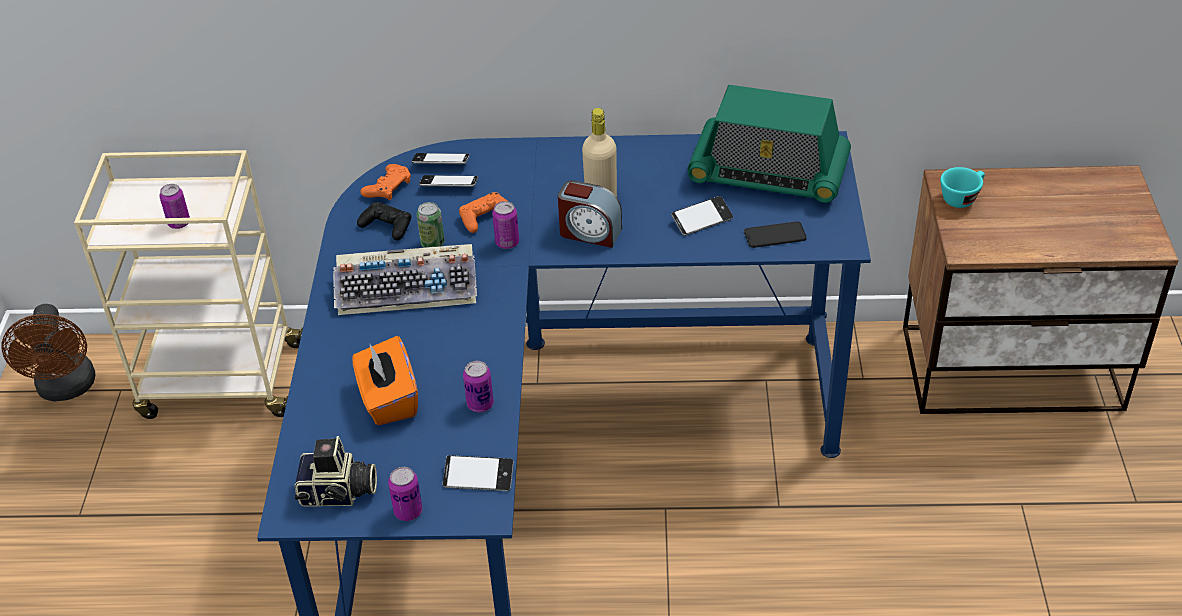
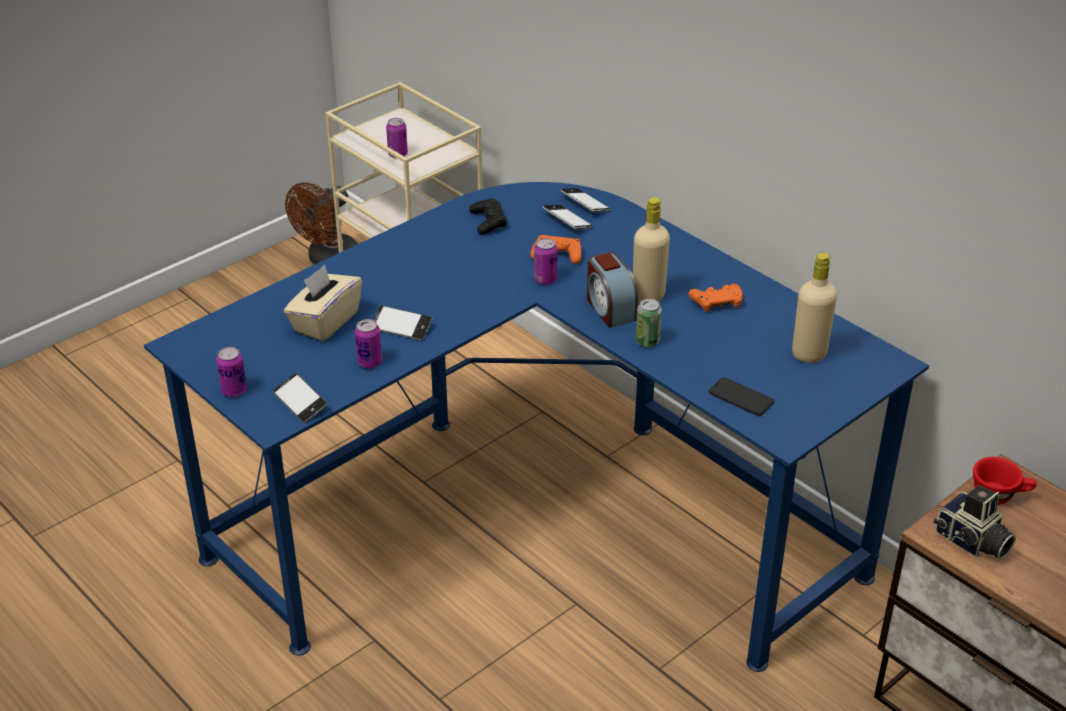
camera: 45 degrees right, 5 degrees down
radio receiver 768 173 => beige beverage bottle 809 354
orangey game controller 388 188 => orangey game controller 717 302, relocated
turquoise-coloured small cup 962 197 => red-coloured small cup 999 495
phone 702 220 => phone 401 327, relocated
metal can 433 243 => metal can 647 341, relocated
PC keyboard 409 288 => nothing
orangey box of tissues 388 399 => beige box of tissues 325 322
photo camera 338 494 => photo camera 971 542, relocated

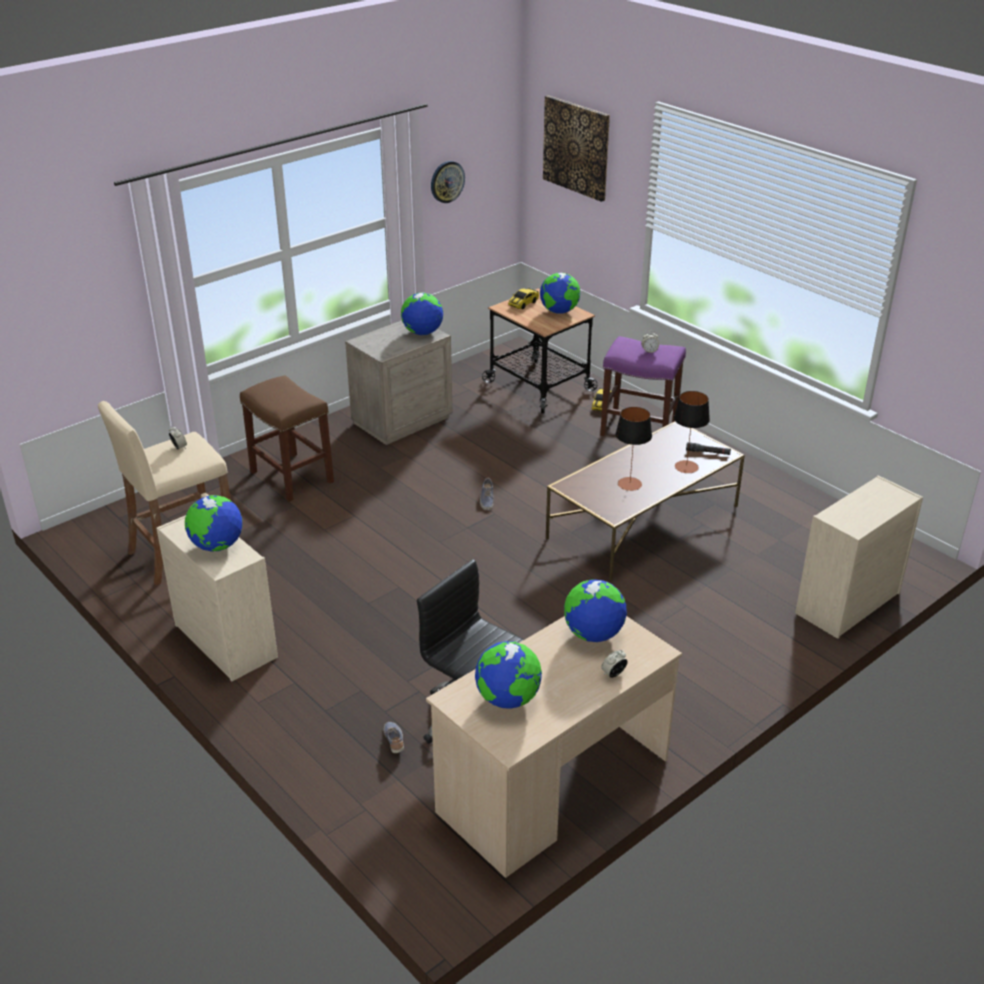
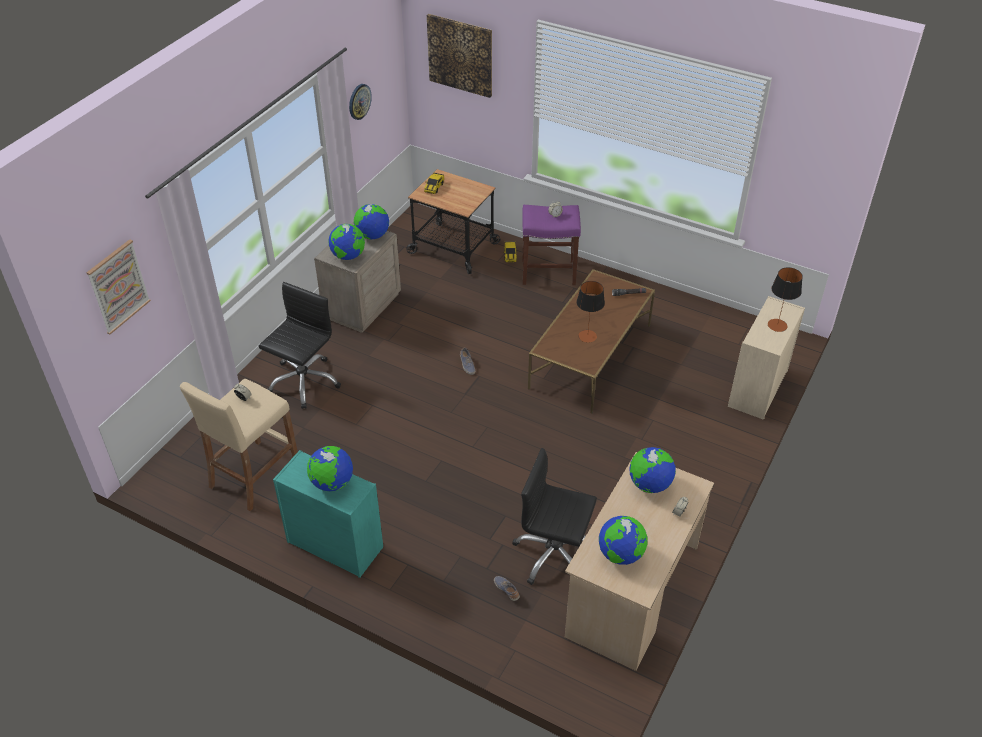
camera: 20 degrees left, 10 degrees up
world globe 559 311 => world globe 348 256, relocated
brownish stool 293 477 => black-coloured desk chair 303 382
lamp for a table 686 467 => lamp for a table 777 325, relocated
beige dresser 224 640 => turquoise-coloured dresser 334 544
nothing => picture 118 286

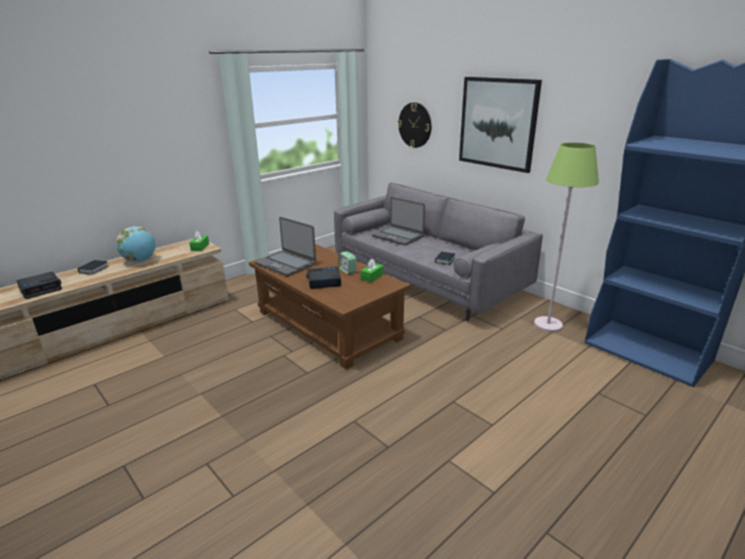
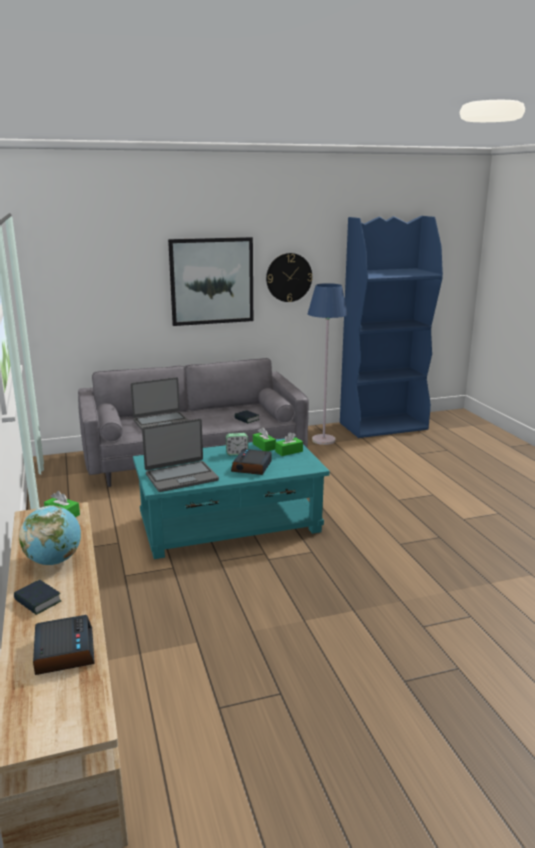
camera: 65 degrees left, 5 degrees down
wall clock 415 125 => wall clock 289 277, relocated
greenish standard lamp 547 325 => blue standard lamp 323 440
brownish coffee table 328 325 => turquoise-coloured coffee table 230 524
nothing => greenish box of tissues 289 451

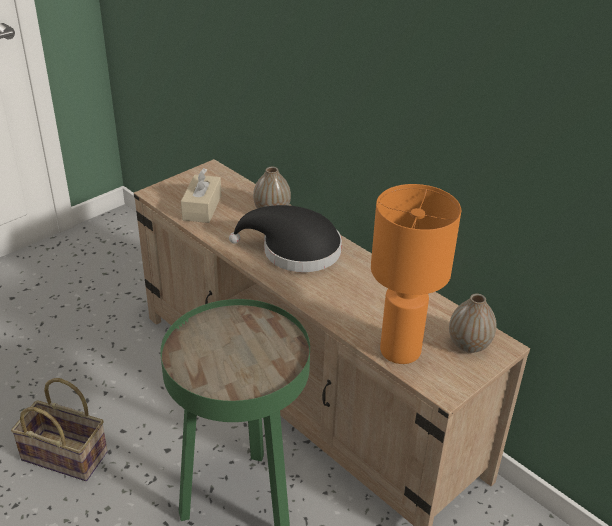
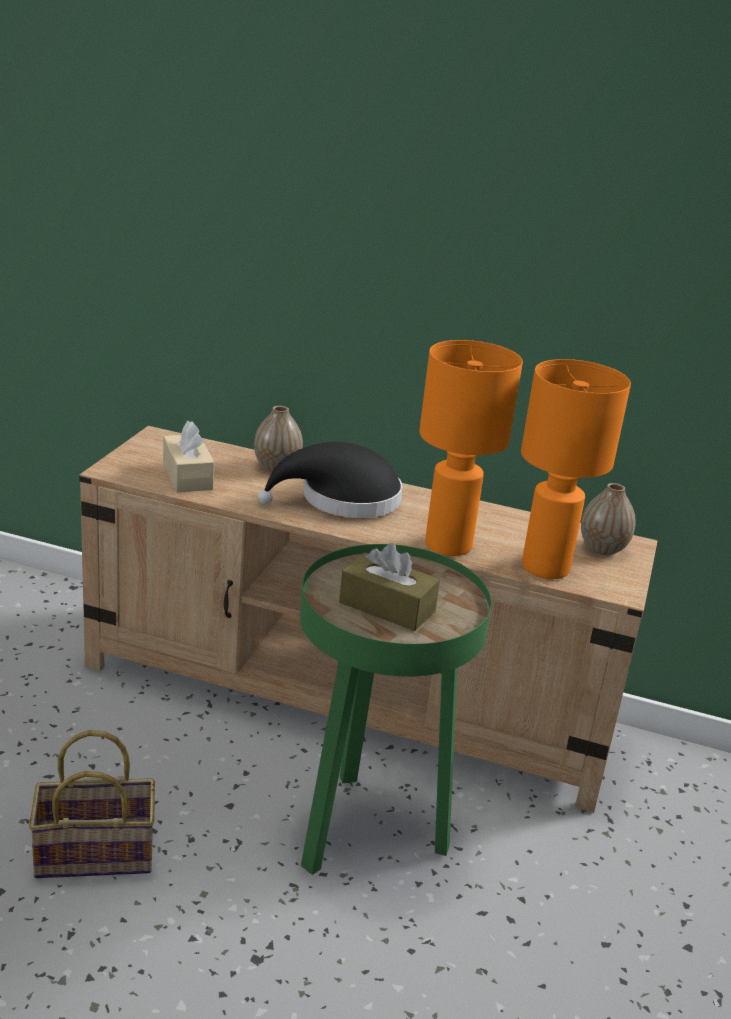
camera: 30 degrees left, 10 degrees down
nothing => orangey lamp for a table 447 545
nothing => brownish box of tissues 387 607

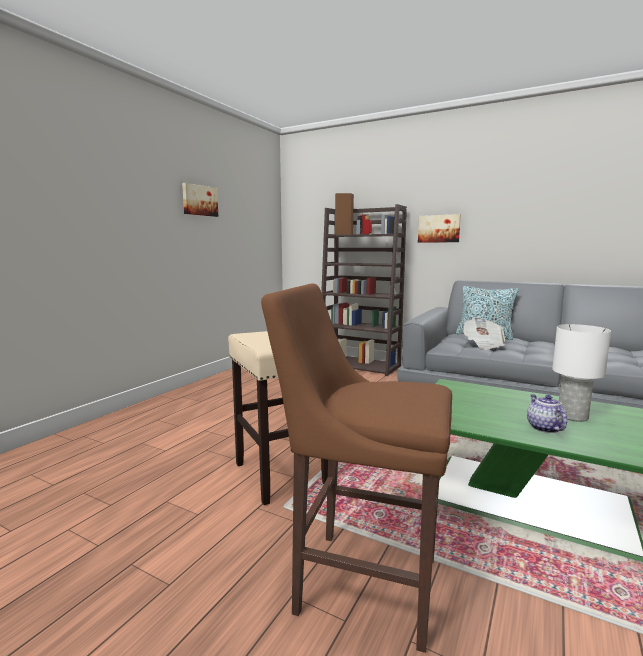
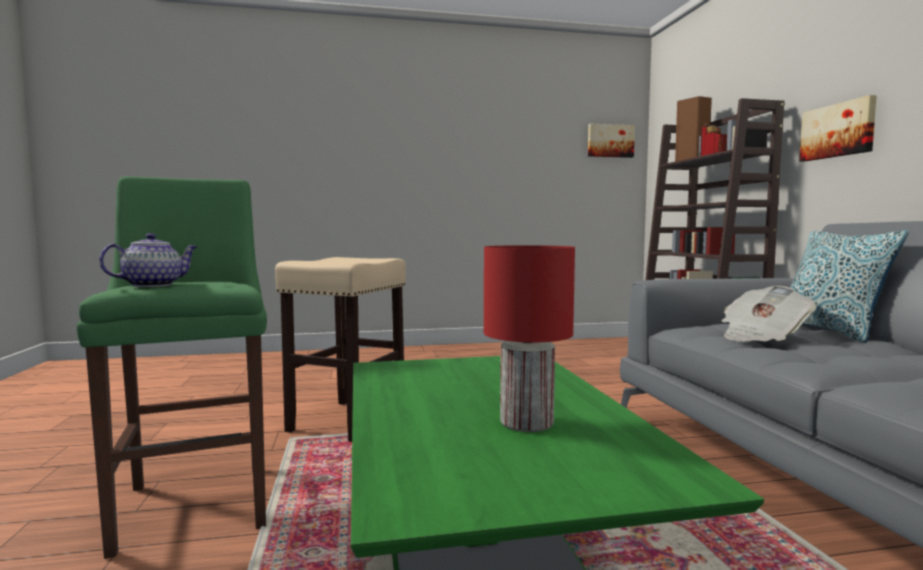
camera: 50 degrees right, 5 degrees down
picture 199 200 => picture 610 141, relocated
brownish stool 360 581 => greenish stool 197 501
whitish lamp for a table 573 416 => red-coloured lamp for a table 526 423
teapot 544 428 => teapot 154 285, relocated

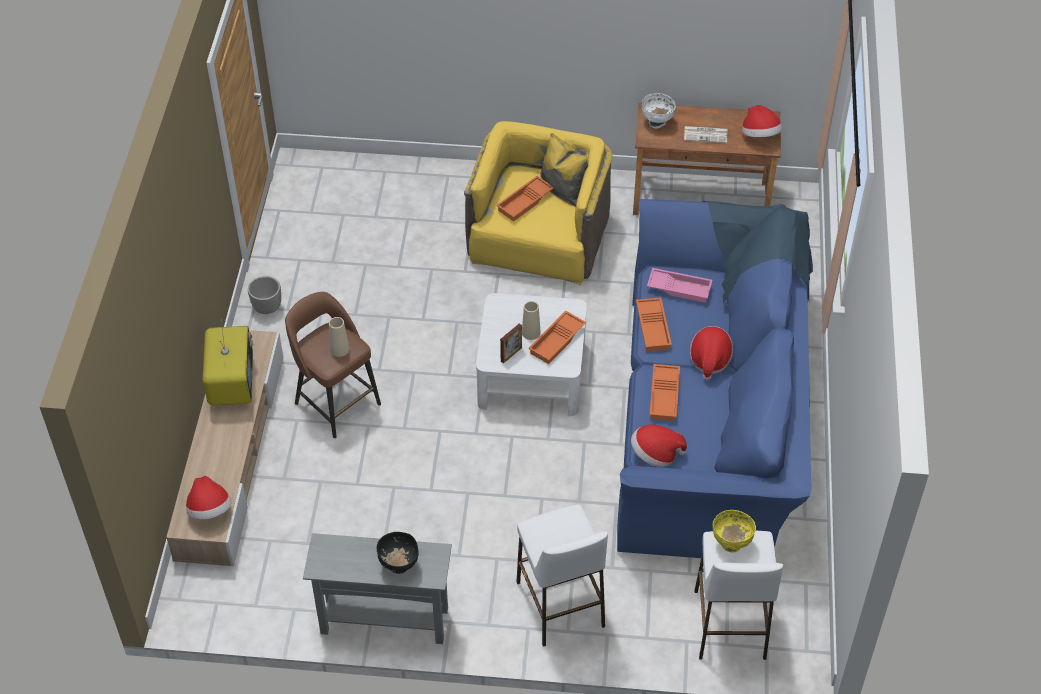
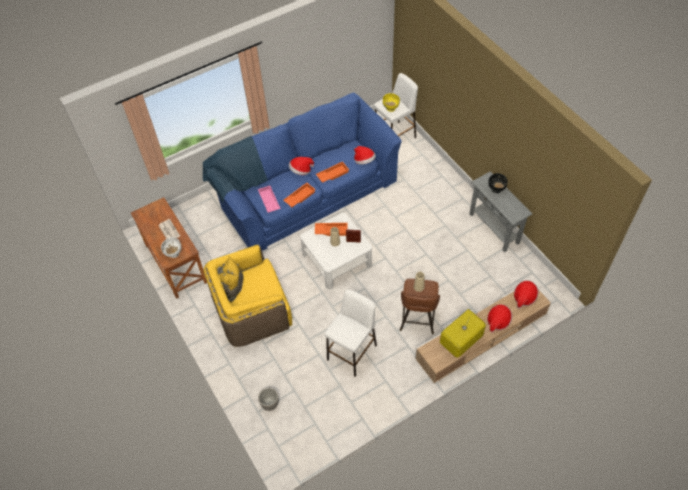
camera: 125 degrees left, 5 degrees up
hat 760 135 => hat 498 321, relocated
orangey serving tray 525 202 => nothing
flower pot 267 307 => flower pot 269 404, relocated
whitish stool 560 605 => whitish stool 352 352, relocated

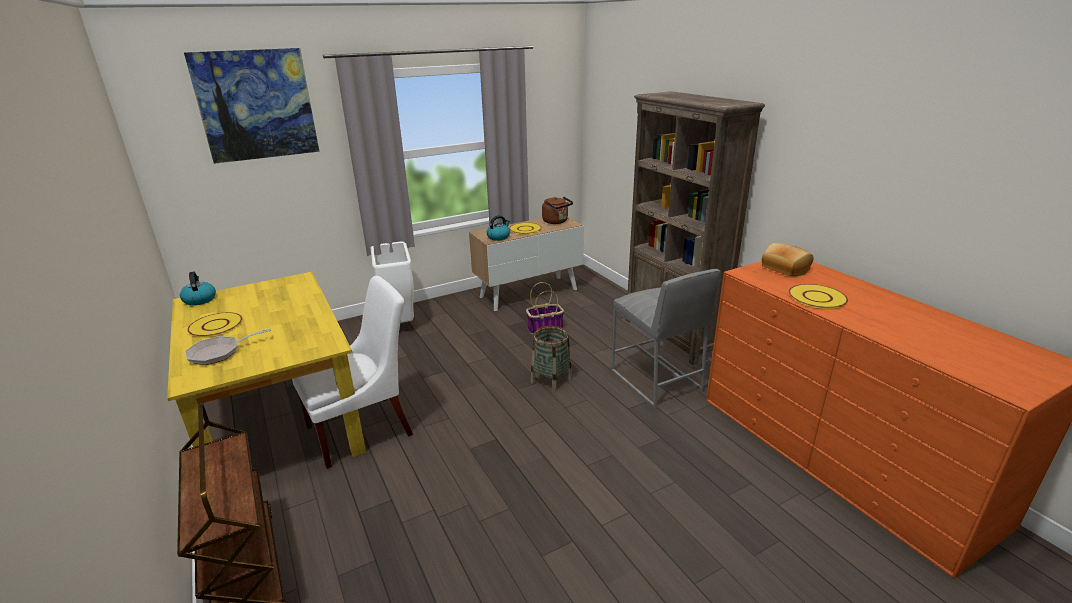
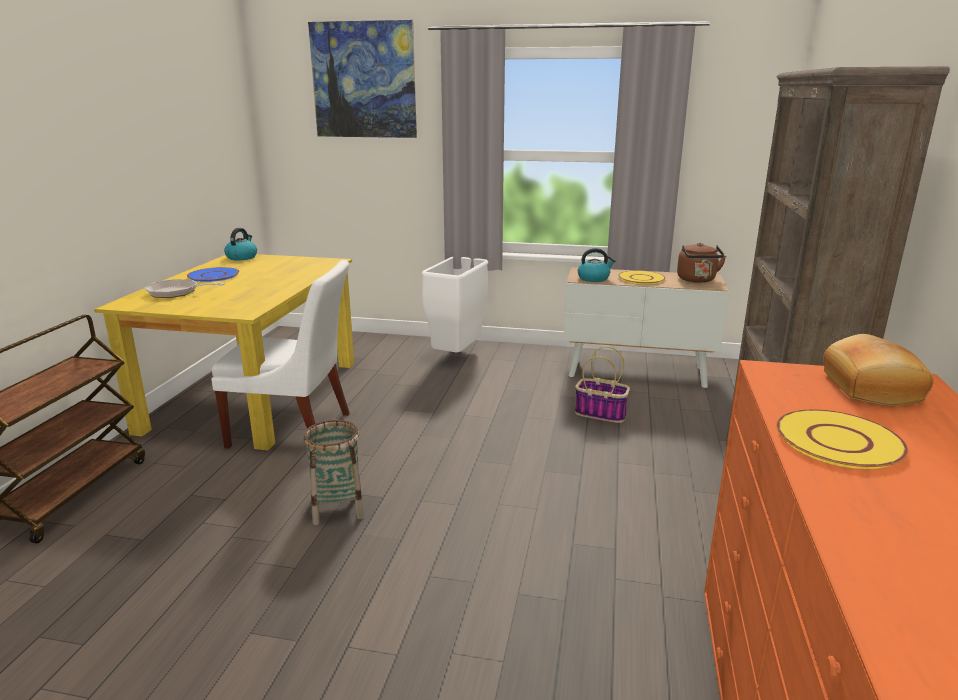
camera: 40 degrees right, 5 degrees down
grey stool 656 381 => nothing
yellow-coloured flat dish 216 326 => blue flat dish 213 275
storage basket 551 380 => storage basket 337 508, relocated

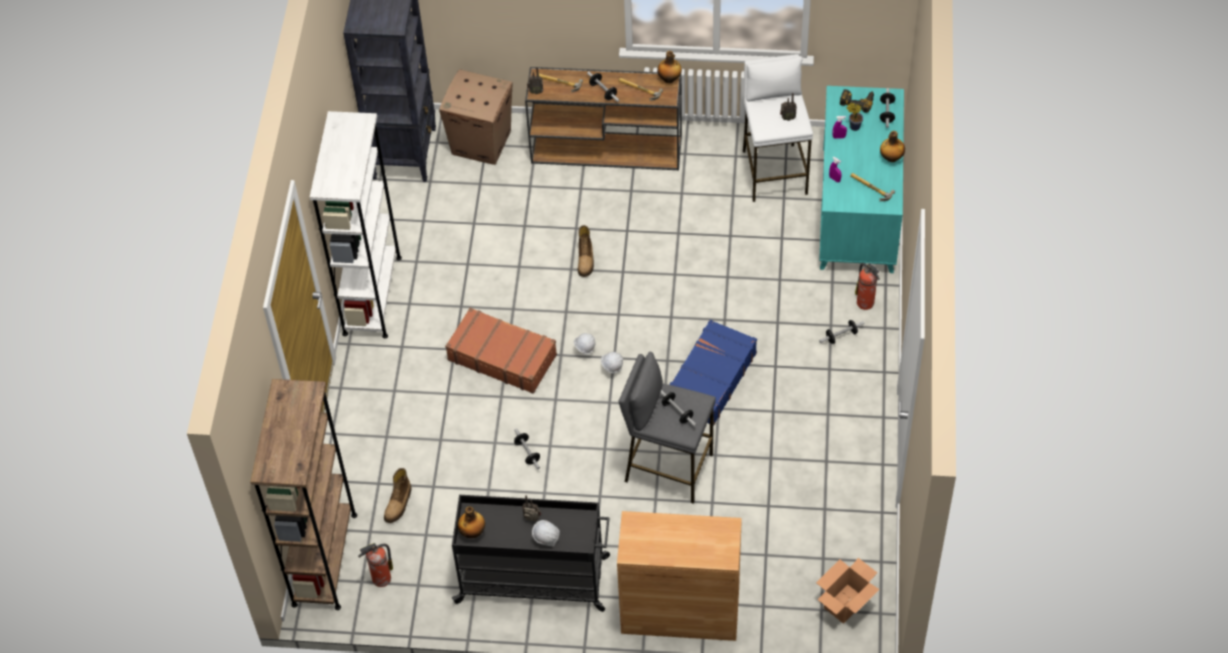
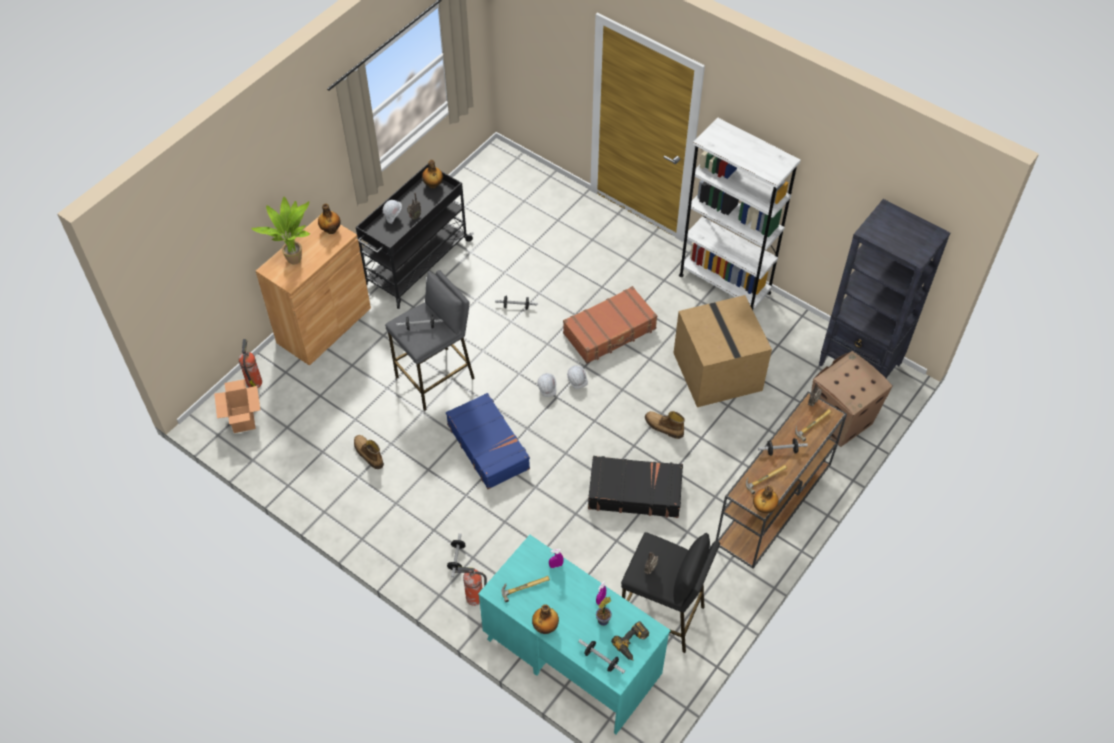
camera: 120 degrees right, 0 degrees up
whitish stool 774 172 => black-coloured stool 662 617
brownish bookcase 324 559 => nothing
high-top boot 399 504 => high-top boot 368 454, relocated
fire-fighting cylinder 380 579 => fire-fighting cylinder 254 382, relocated
nothing => potted plant 294 258
nothing => beverage bottle 331 230
nothing => cardboard box 719 372
nothing => black-coloured travel case 634 492

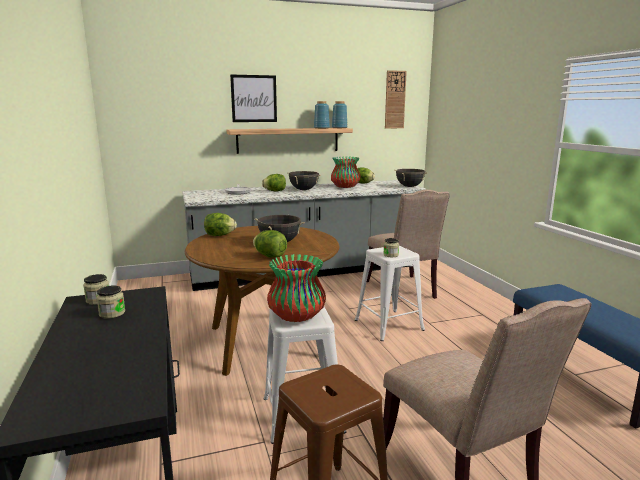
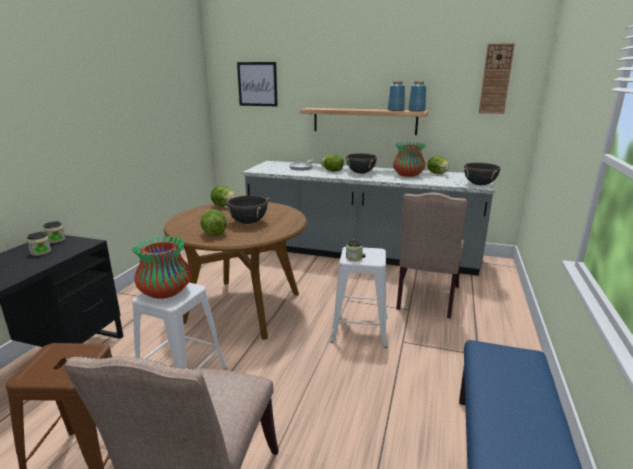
camera: 35 degrees right, 5 degrees up
picture 254 98 => picture 257 84, relocated

